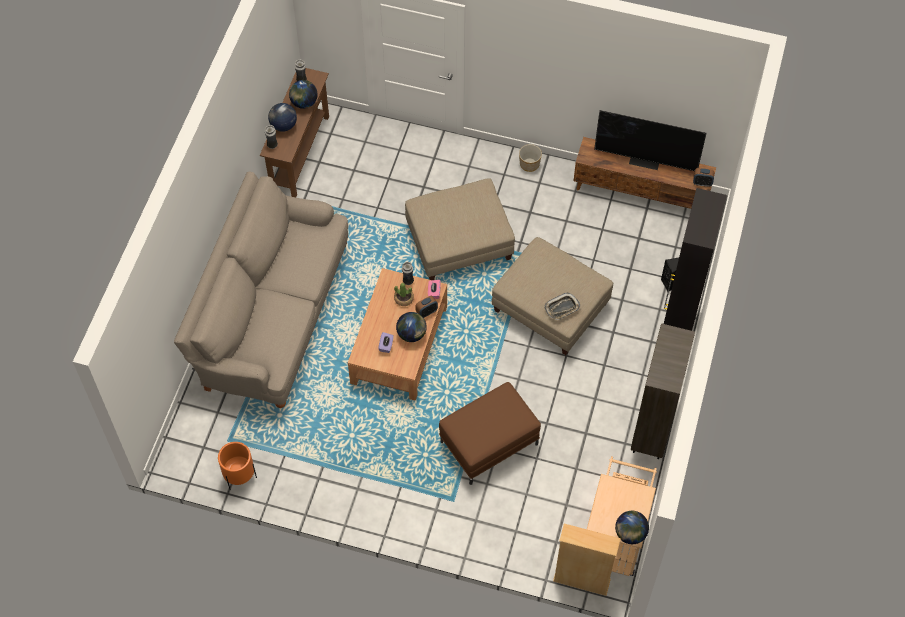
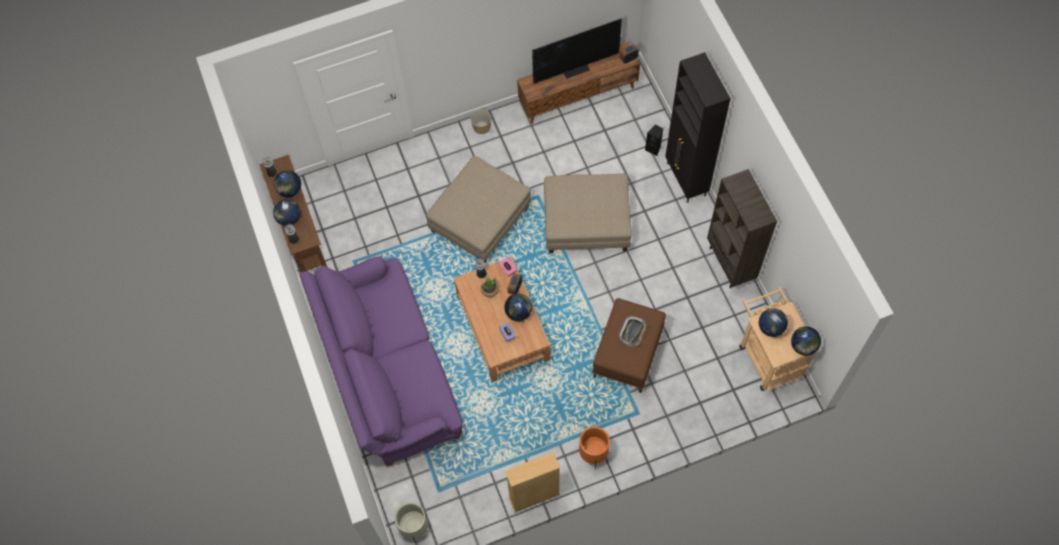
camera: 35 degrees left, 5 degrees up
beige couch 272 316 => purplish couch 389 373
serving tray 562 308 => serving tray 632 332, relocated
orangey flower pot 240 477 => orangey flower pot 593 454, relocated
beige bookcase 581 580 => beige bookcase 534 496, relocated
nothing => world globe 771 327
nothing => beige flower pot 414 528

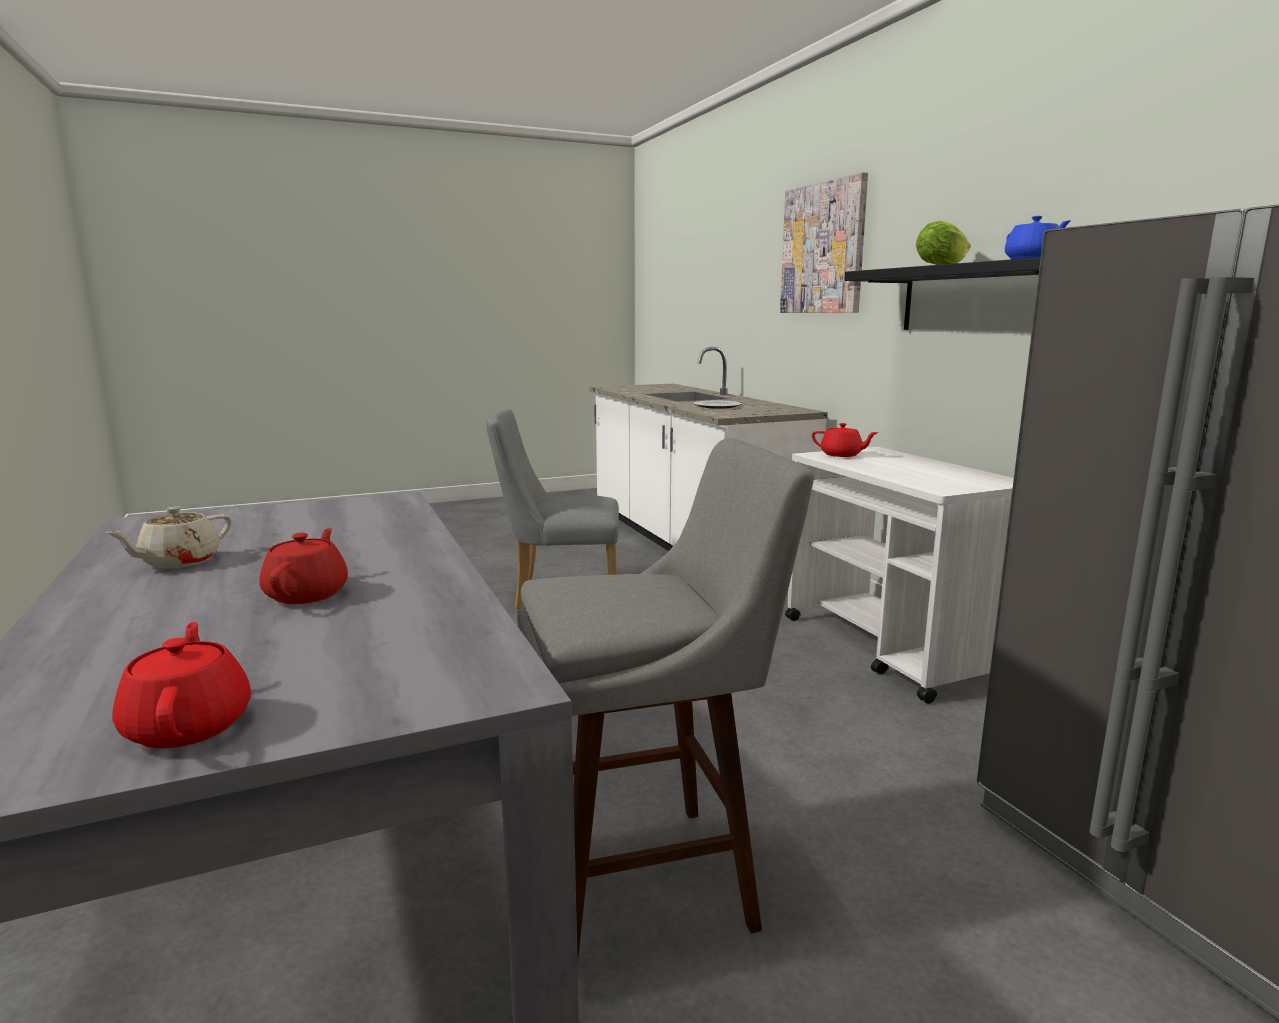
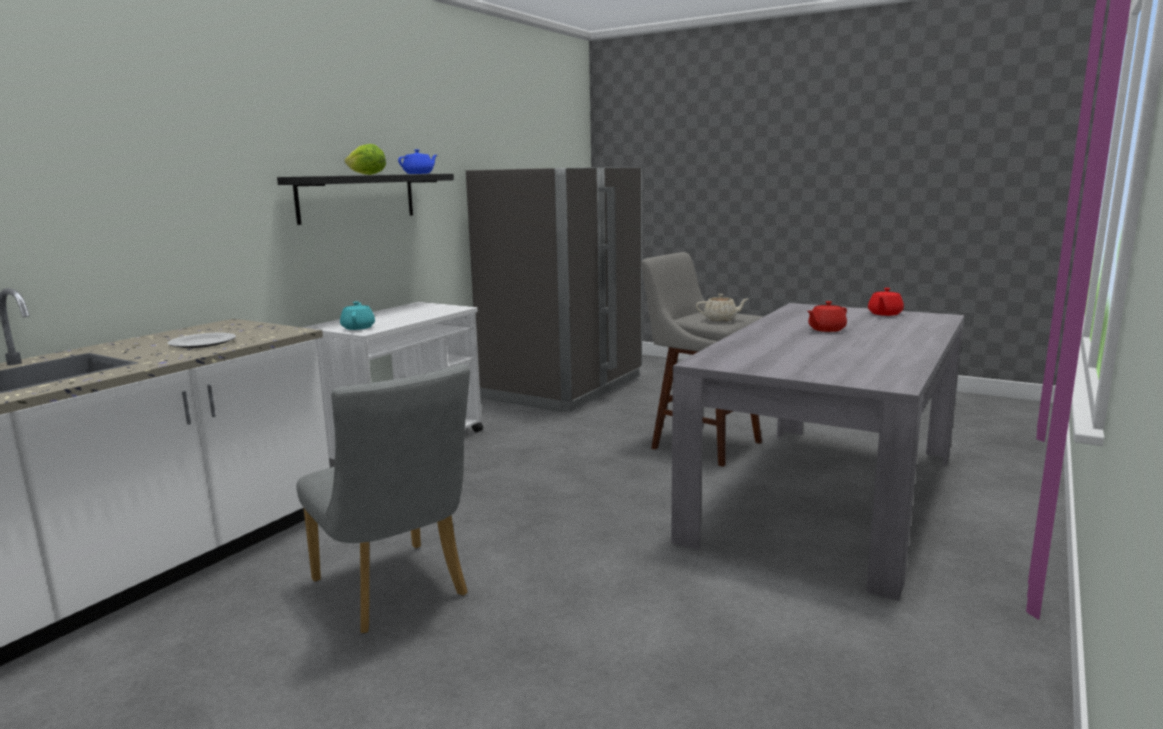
camera: 125 degrees left, 0 degrees up
picture 823 248 => nothing
red-coloured teapot 842 455 => turquoise-coloured teapot 358 327
beige teapot 179 562 => beige teapot 721 319, relocated

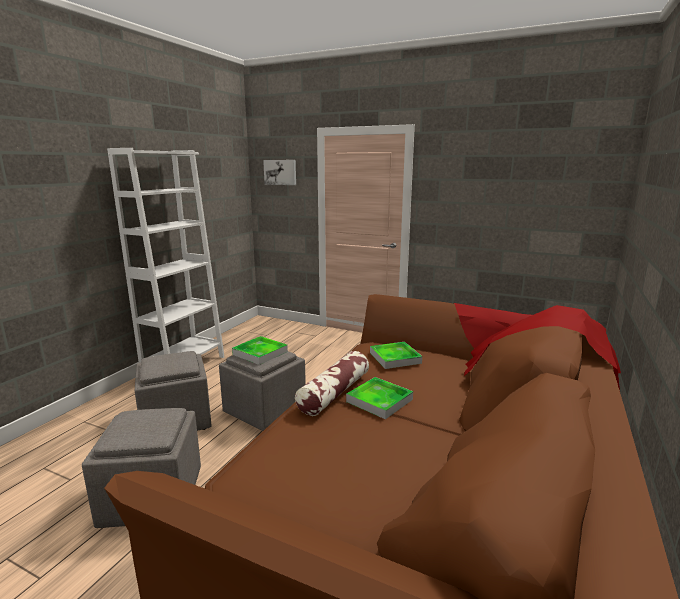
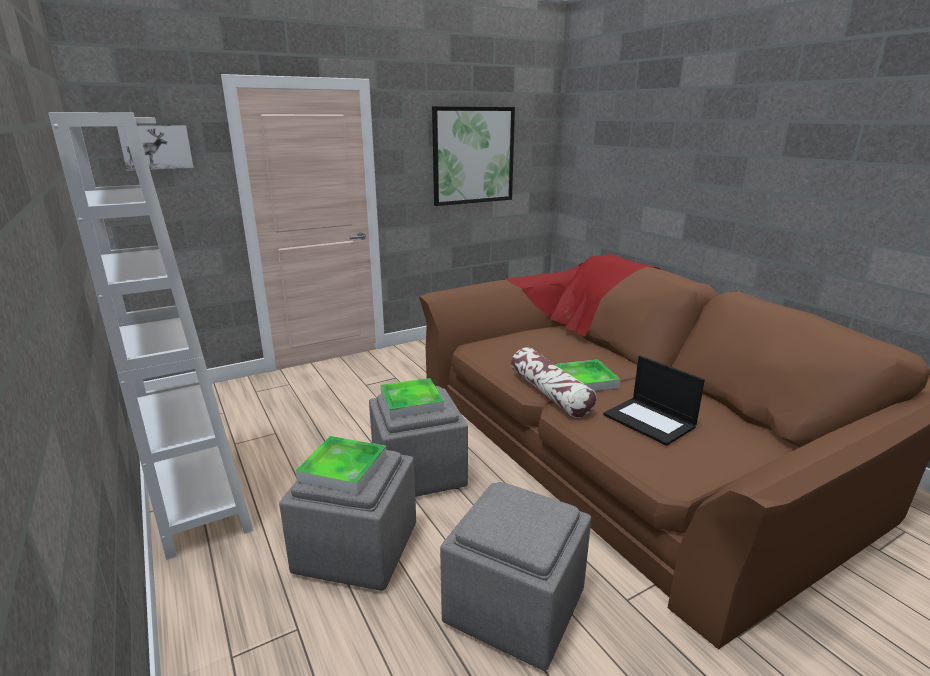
camera: 55 degrees left, 5 degrees up
serving tray 395 358 => serving tray 343 468, relocated
nothing => picture 473 155
nothing => laptop 650 421

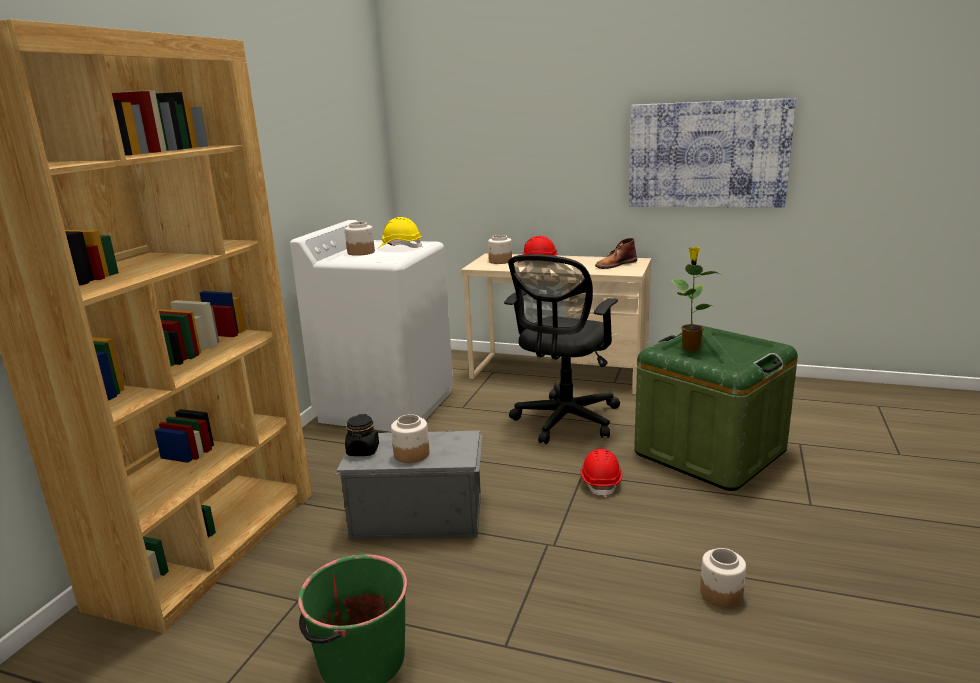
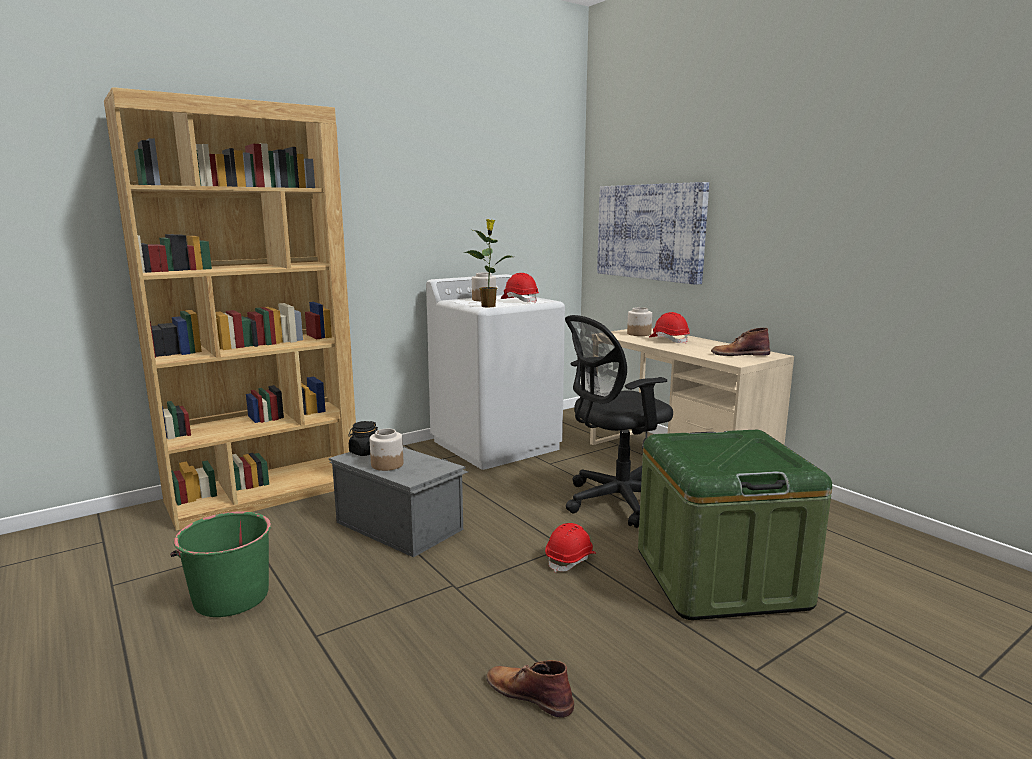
camera: 35 degrees right, 5 degrees down
picture 707 154 => picture 651 232, relocated
yellow-coloured work helmet 400 247 => red-coloured work helmet 519 300
potted plant 690 347 => potted plant 489 306, relocated
jar 722 593 => brownish high-top boot 528 693

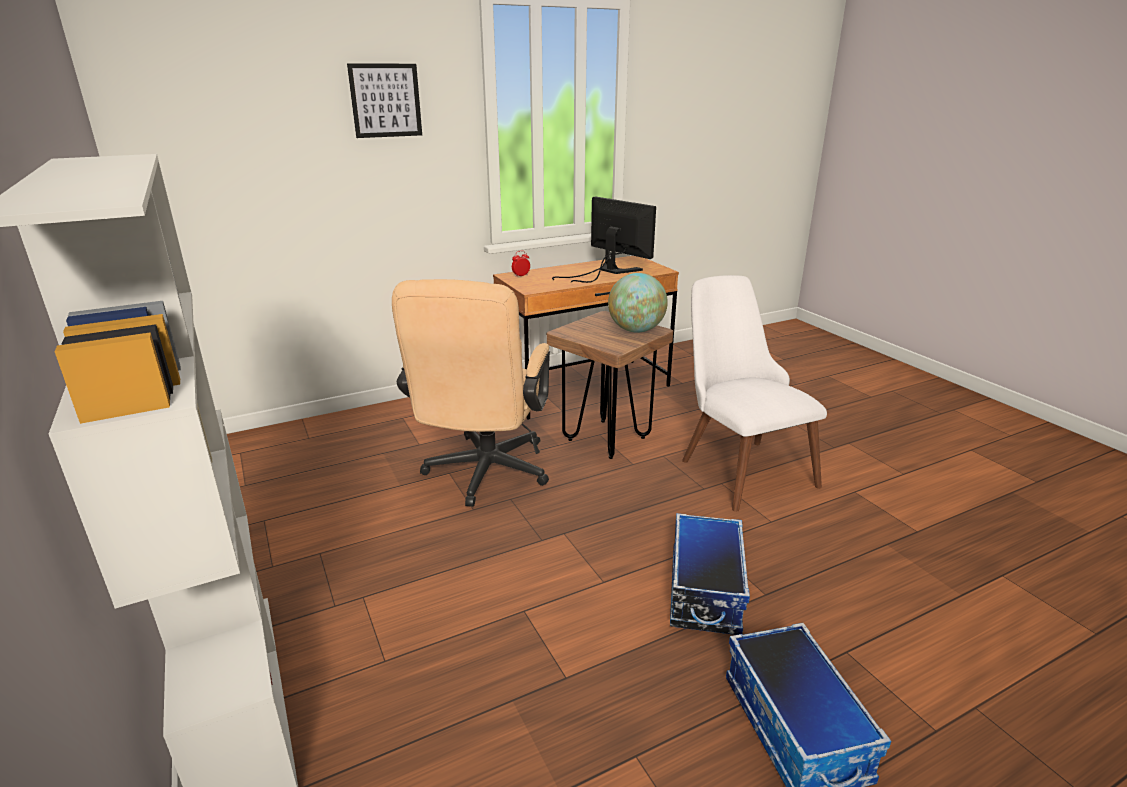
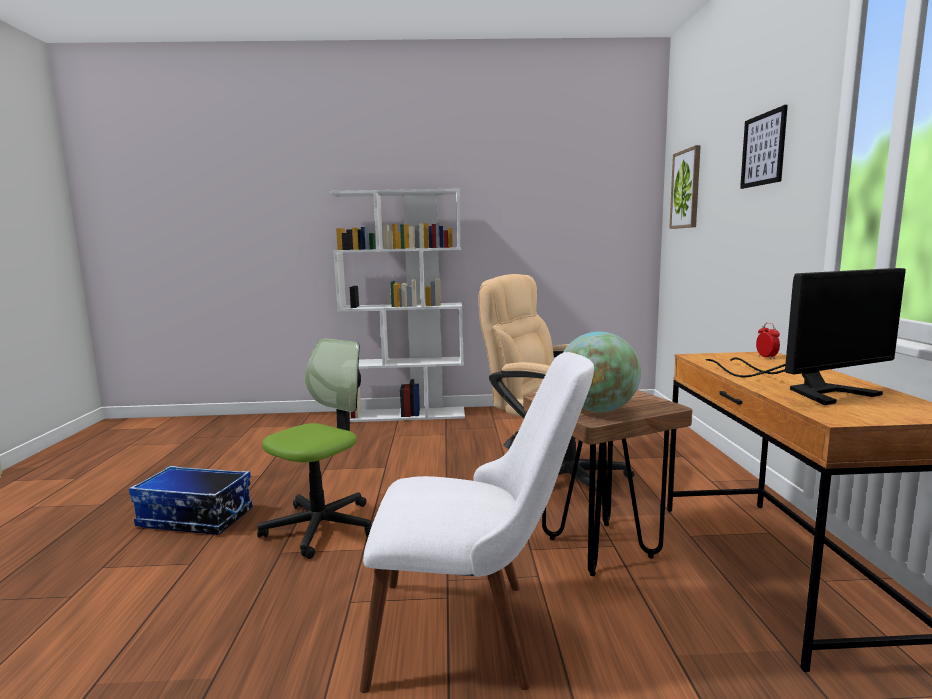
camera: 115 degrees right, 15 degrees down
storage bin 703 590 => desk chair 321 527
nothing => picture 686 189

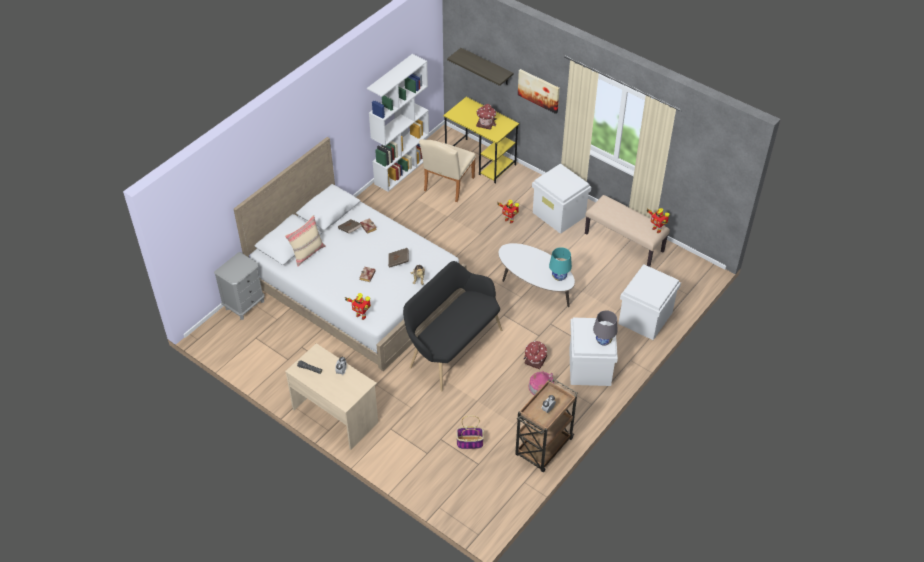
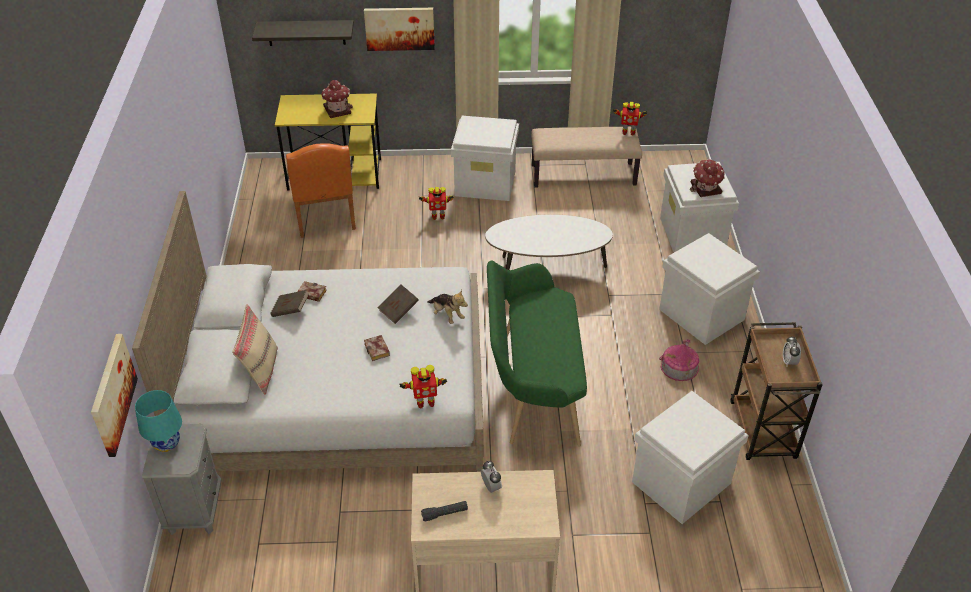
camera: 40 degrees left, 5 degrees down
whitish bookcase 402 170 => nothing
beige chair 447 186 => orangey chair 325 218
turquoise-coloured lamp for a table 559 276 => turquoise-coloured lamp for a table 167 443, relocated
black-coloured long seat 452 347 => greenish long seat 532 388
grey lamp for a table 603 340 => nothing
model house 535 360 => model house 706 189, relocated
storage basket 469 442 => whitish storage bin 681 483
nothing => picture 112 394

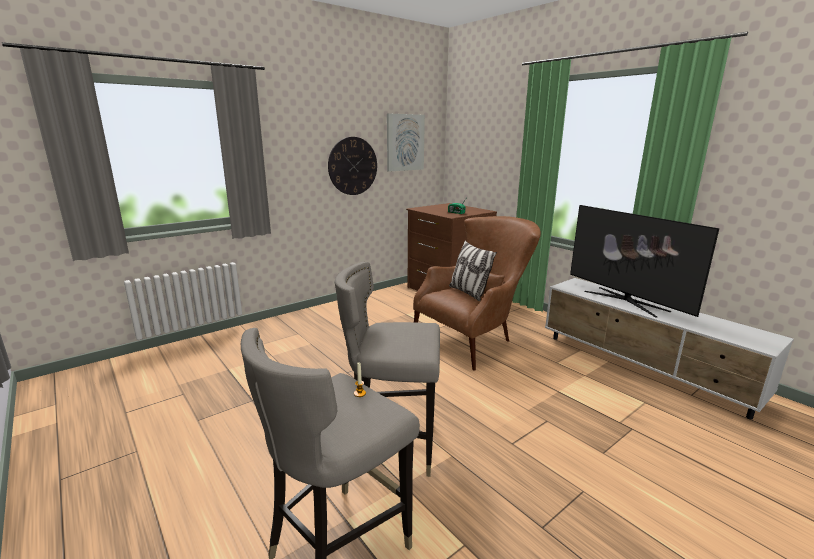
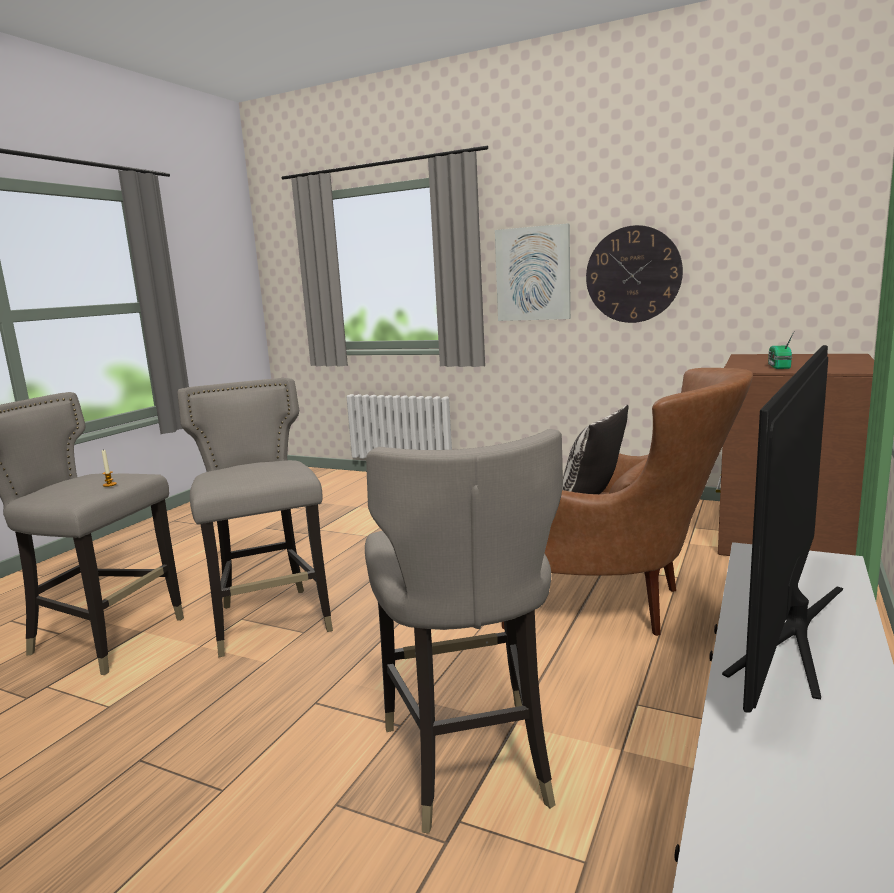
camera: 65 degrees right, 5 degrees down
picture 405 142 => picture 533 274, relocated
nothing => grey stool 469 763

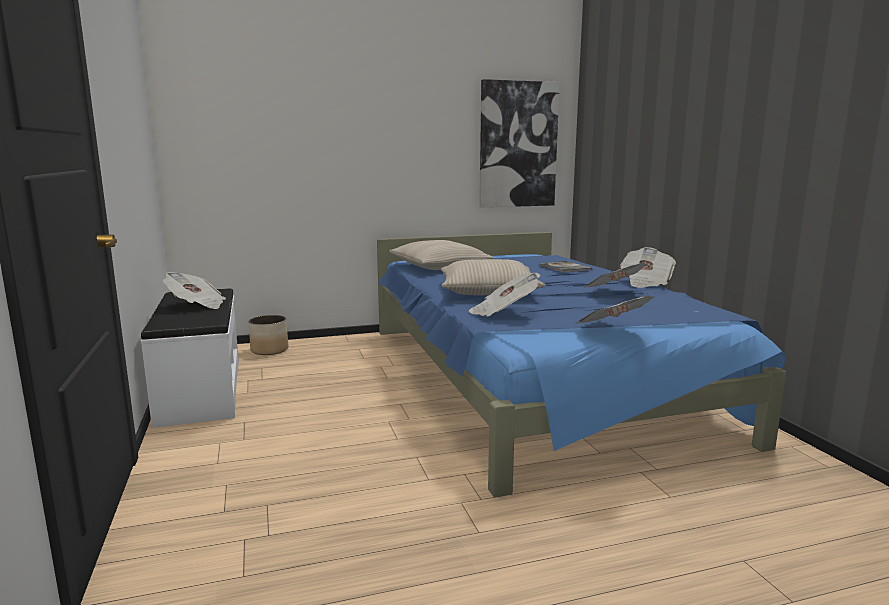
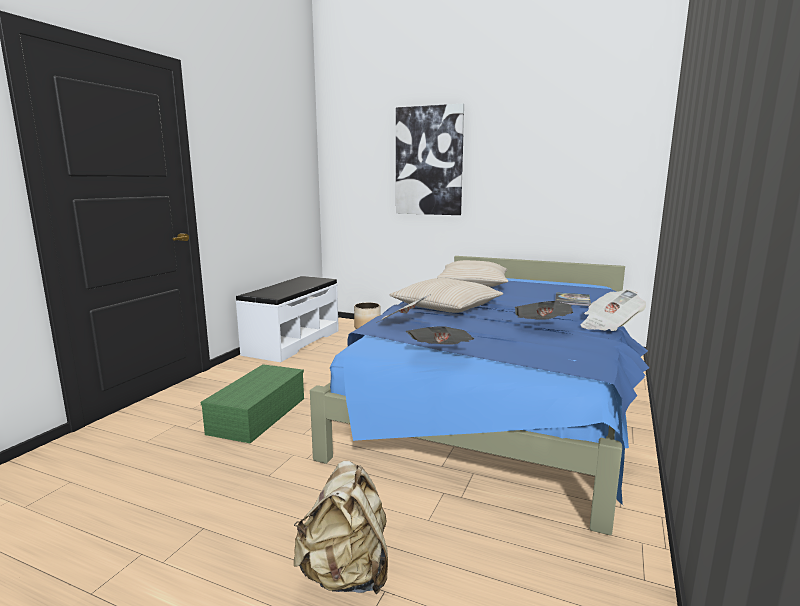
camera: 40 degrees right, 0 degrees up
picture 518 145 => picture 429 161, relocated
printed paper 197 305 => nothing
nothing => greenish storage bin 258 414
nothing => beige knapsack 346 574

